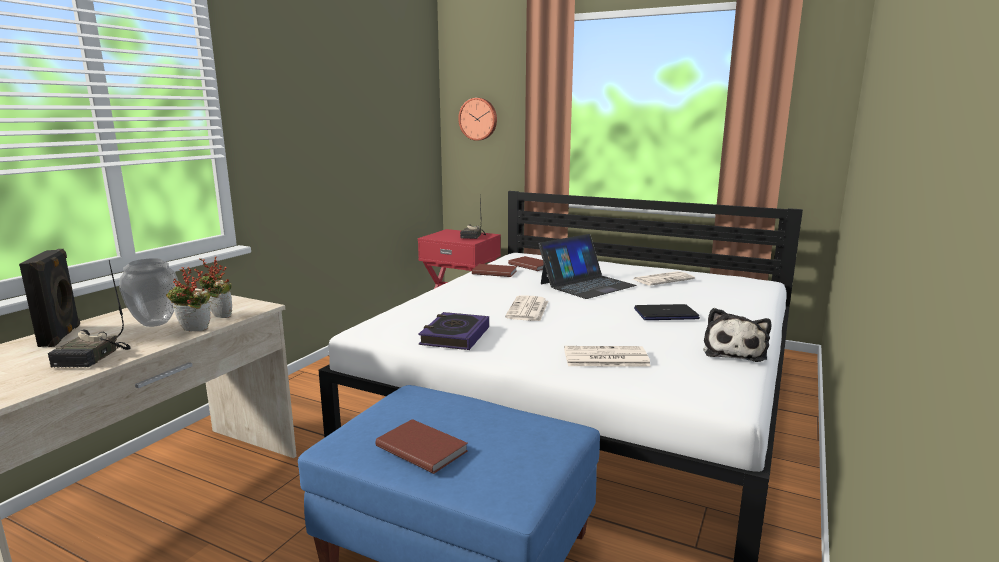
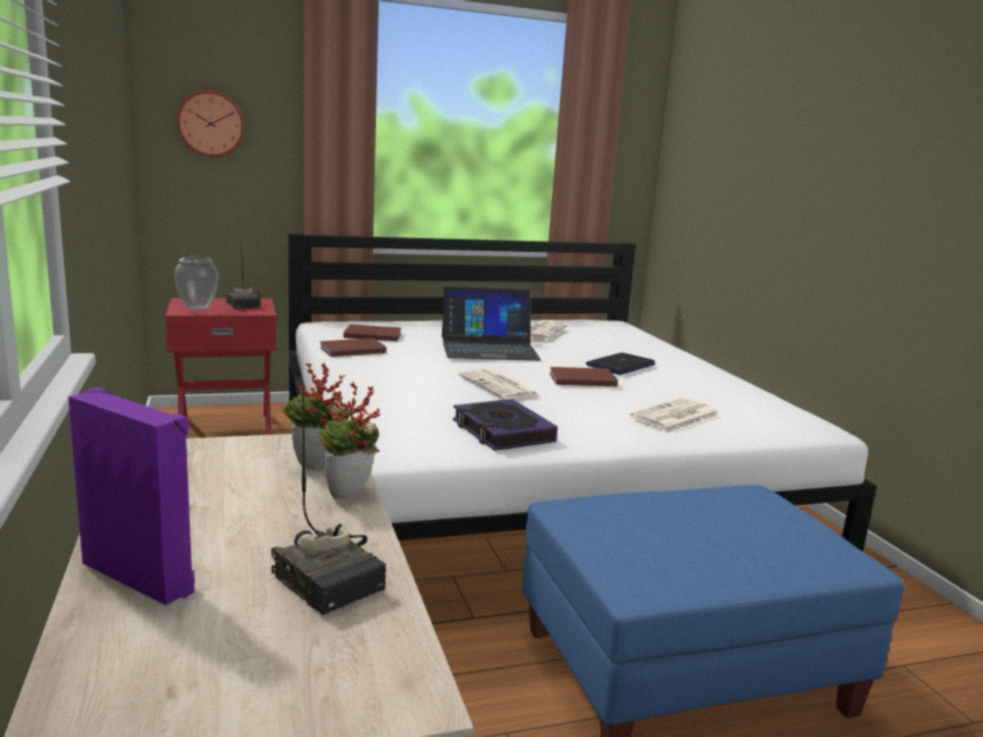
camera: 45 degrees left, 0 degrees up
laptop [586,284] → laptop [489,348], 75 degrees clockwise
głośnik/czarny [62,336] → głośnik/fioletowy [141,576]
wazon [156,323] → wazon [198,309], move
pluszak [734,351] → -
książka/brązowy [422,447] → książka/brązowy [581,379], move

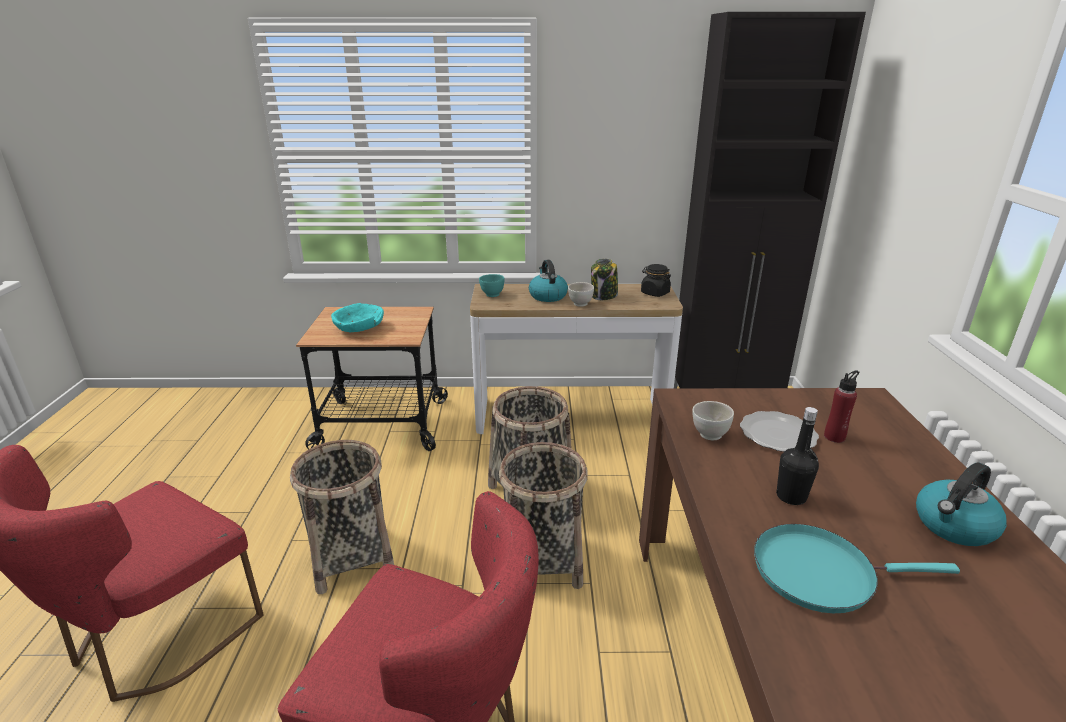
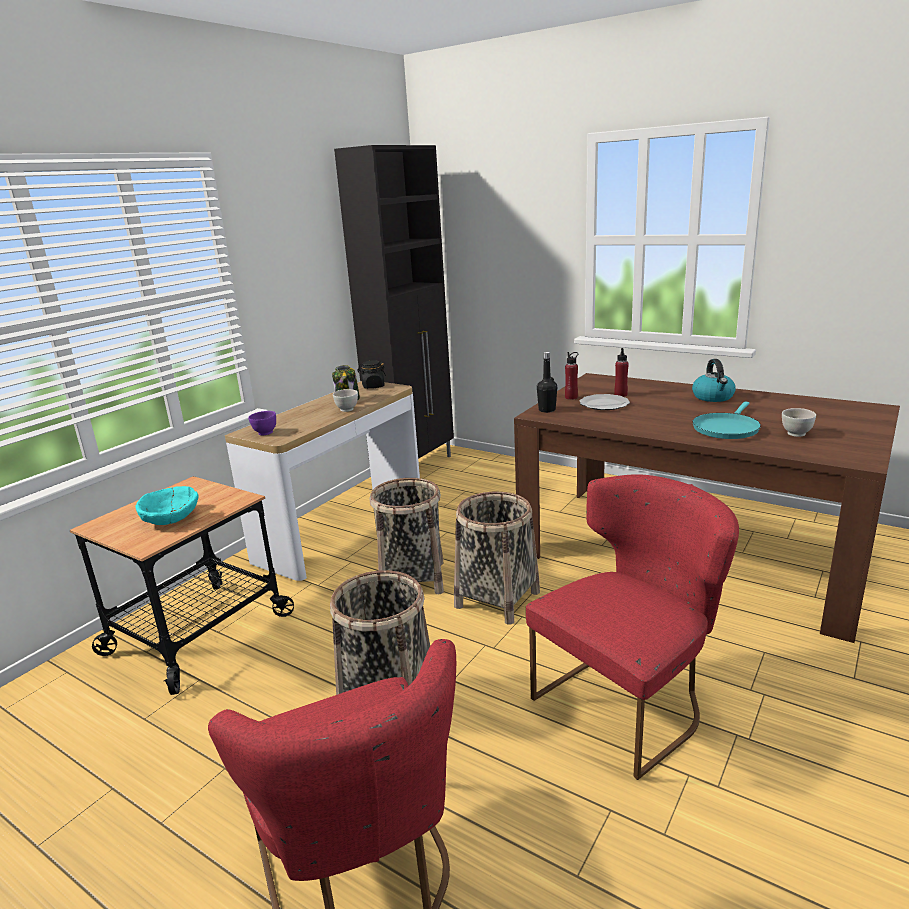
camera: 55 degrees left, 5 degrees down
czajnik [547,296] → -
miska/turkusowy [492,295] → miska/fioletowy [265,433]
miska/biały [709,435] → miska/biały [796,434], move
butelka/czarny [791,496] → butelka/czarny [547,410], move
- → butelka/czerwony [571,397]

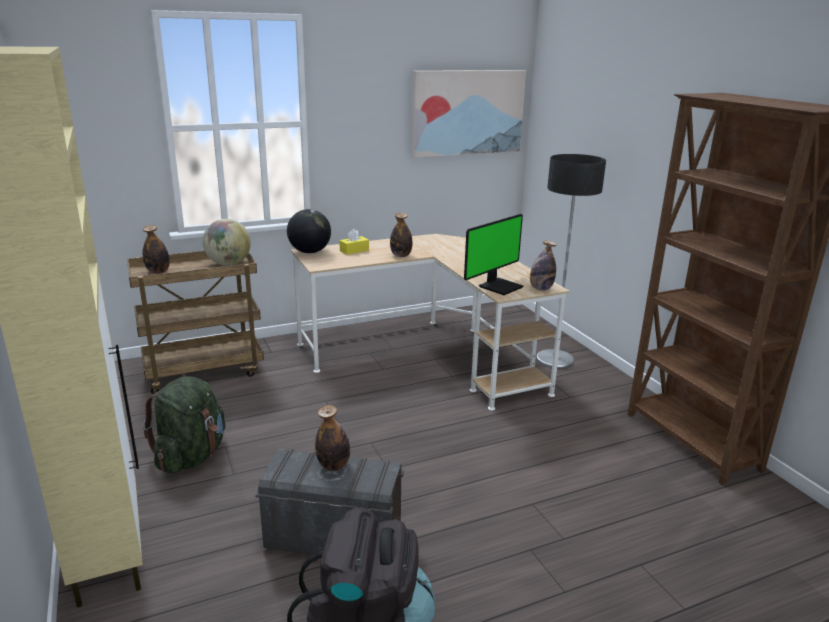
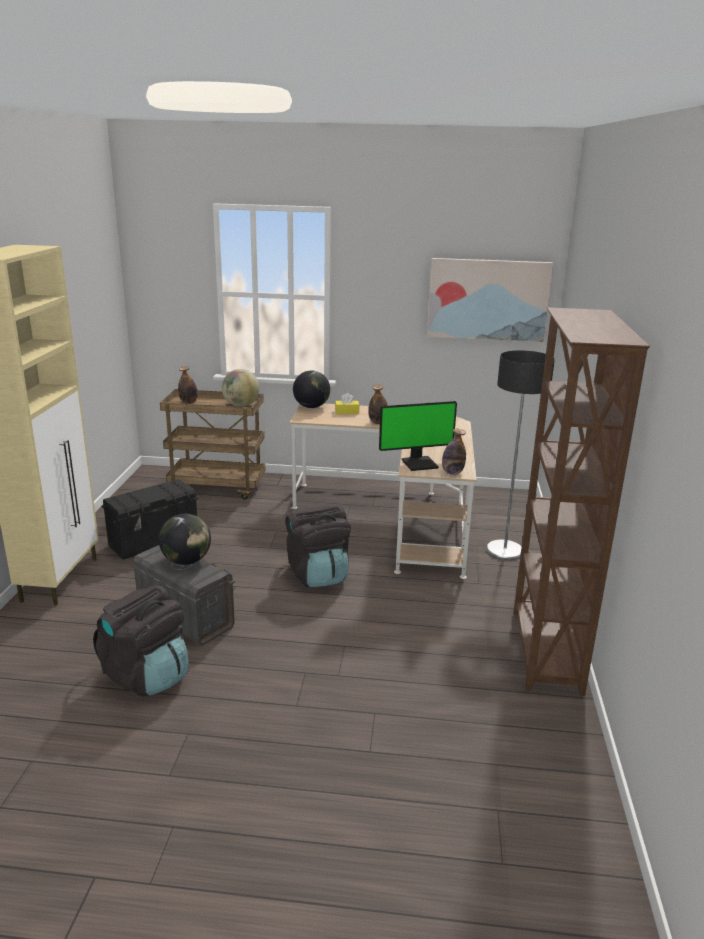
camera: 30 degrees right, 0 degrees up
plecak/zielony [191,456] → pojemnik do przechowywania/czarny [154,541]
butelka [333,465] → globus [186,561]
- → plecak/czarny [318,575]

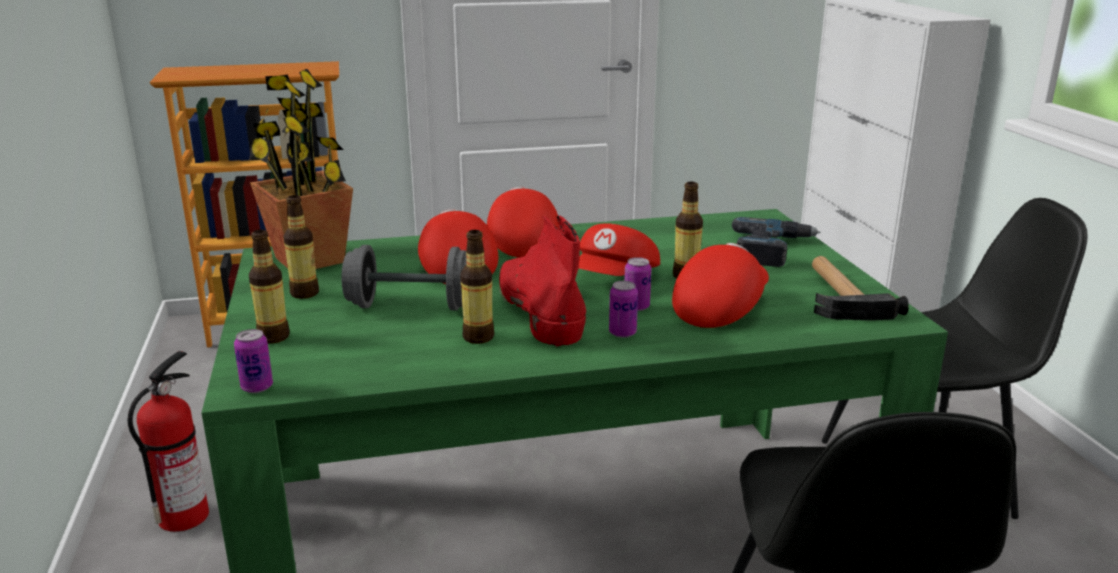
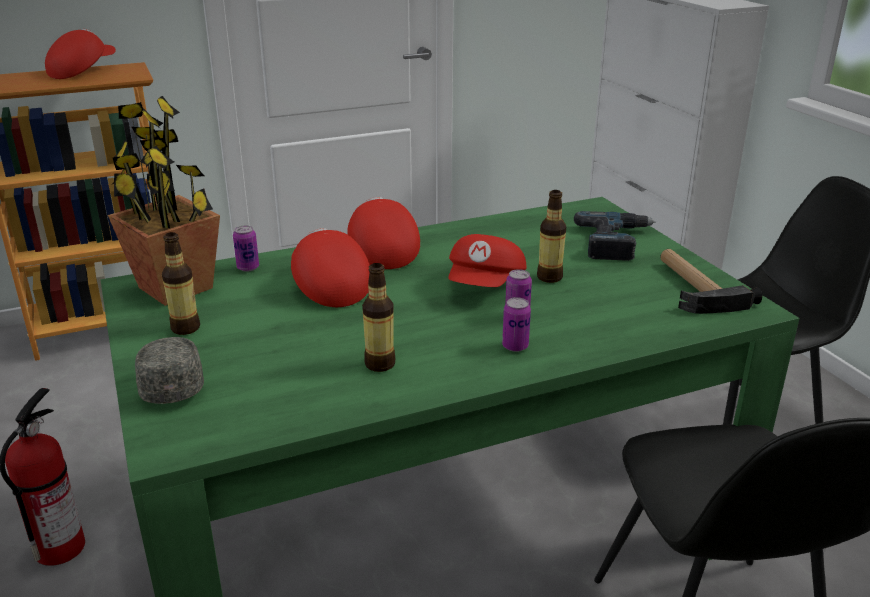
camera: 10 degrees left, 5 degrees up
but z cholewką/czerwony [539,309] → -
butelka [273,337] → czapka z daszkiem/szary [172,383]
czapka z daszkiem/czerwony [719,307] → czapka z daszkiem/czerwony [82,72], move
hantel/szary [412,306] → -
puszka [257,387] → puszka [248,267], move

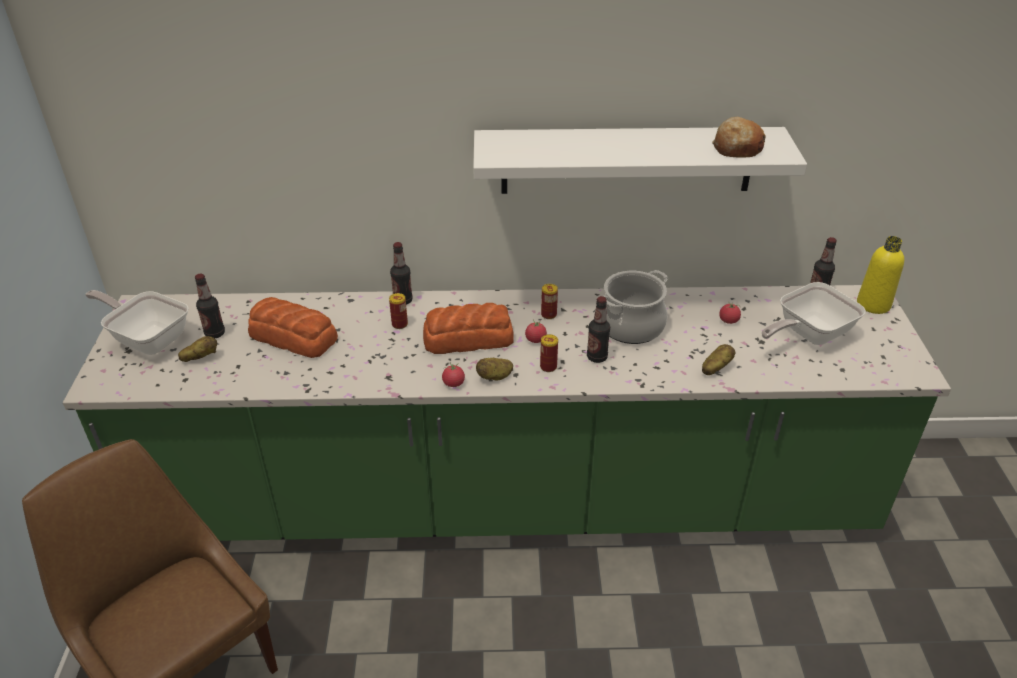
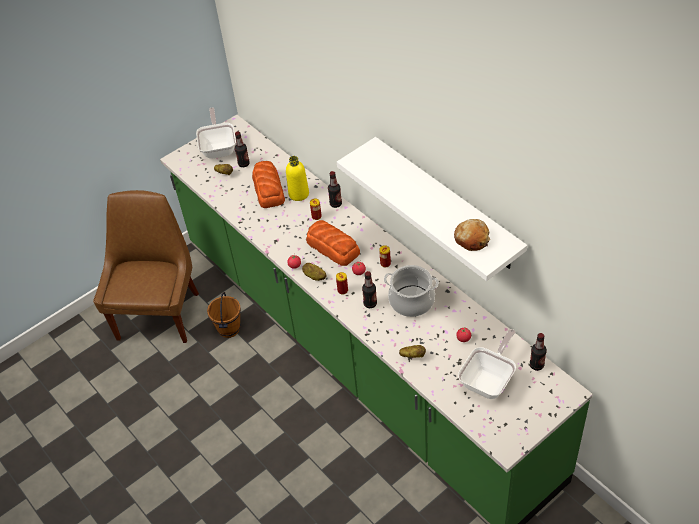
camera: 55 degrees right, 10 degrees up
butelka/żółty [873,304] → butelka/żółty [298,194], move
patelnia [808,334] → patelnia [489,380], 105 degrees clockwise
- → wiadro/brązowy [229,329]

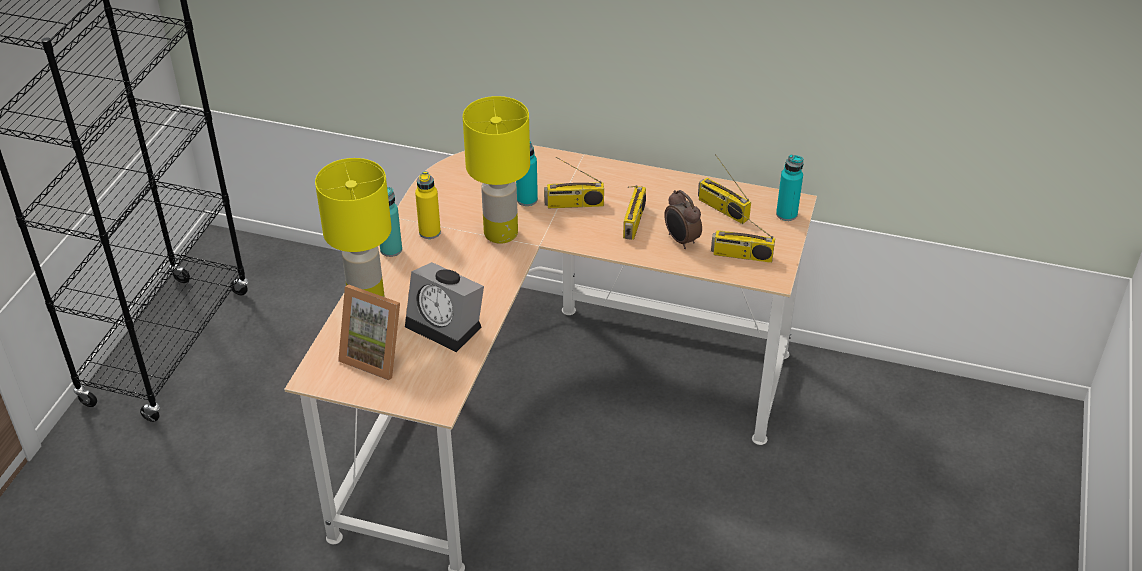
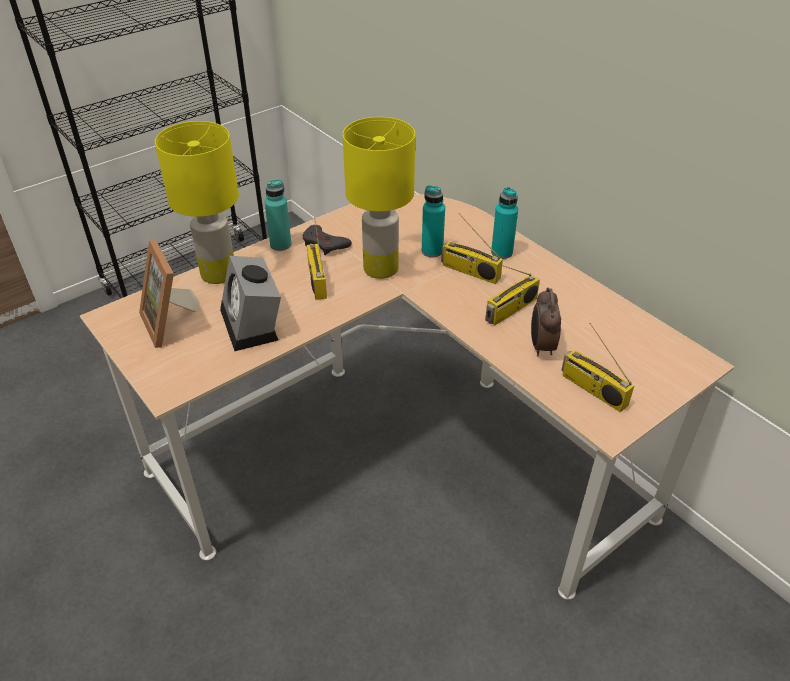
camera: 35 degrees right, 0 degrees up
radio [722,209] → radio [316,280], move
butelka/turkusowy [786,214] → butelka/turkusowy [501,252], move
butelka/żółty [429,232] → pad do gier/szary [325,244]

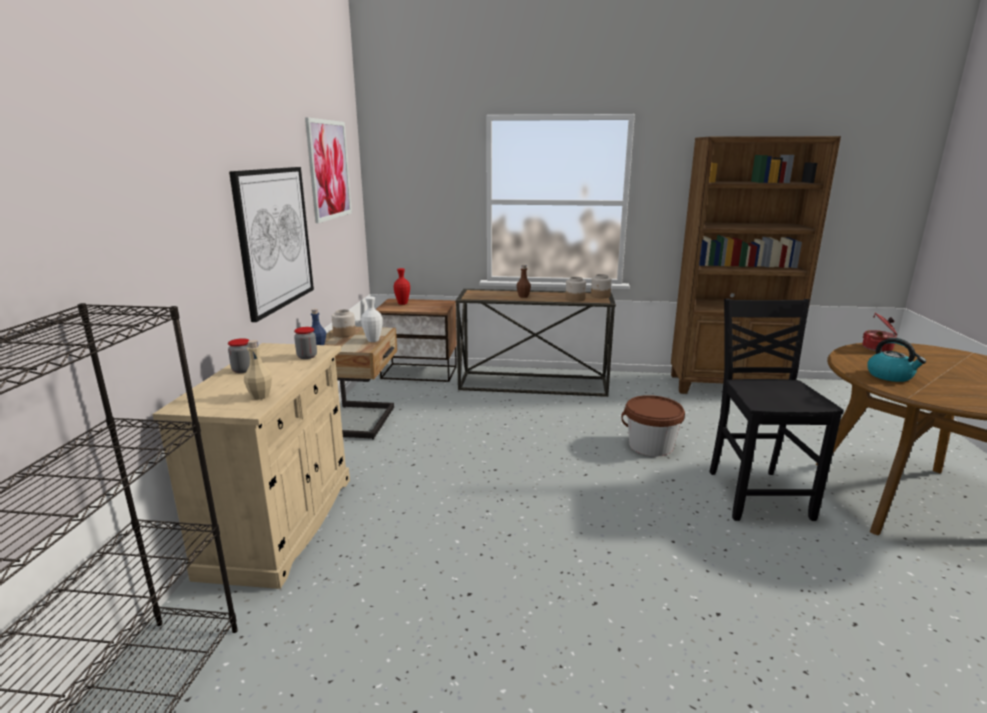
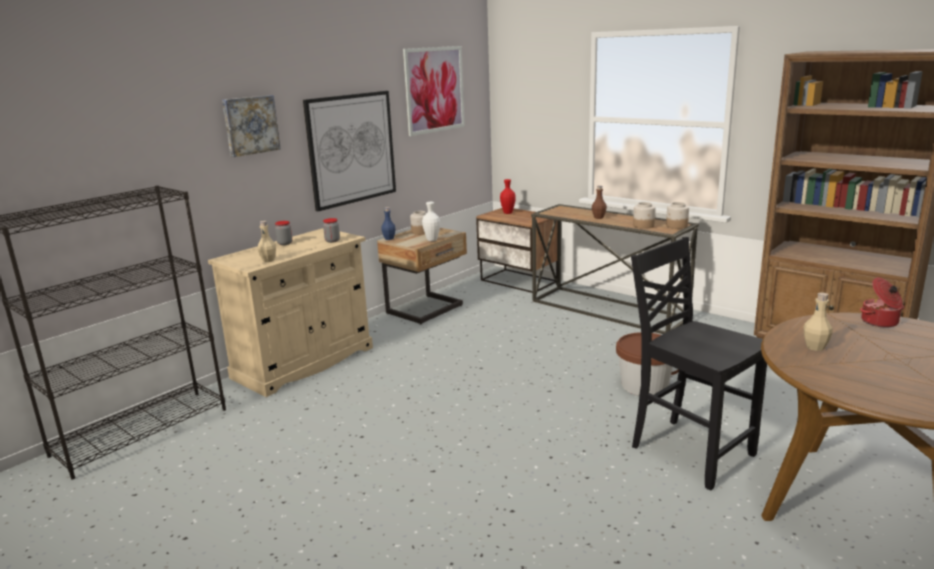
camera: 35 degrees right, 0 degrees up
krzesło/czarny [756,494] → krzesło/czarny [689,450], 75 degrees counterclockwise
czajnik [890,376] → butelka/beżowy [815,347]
- → obraz [250,125]

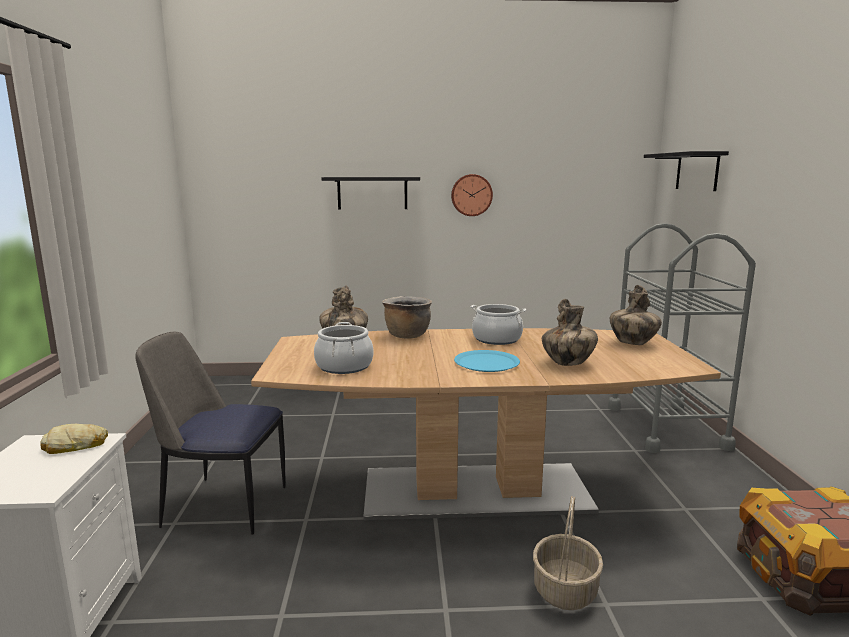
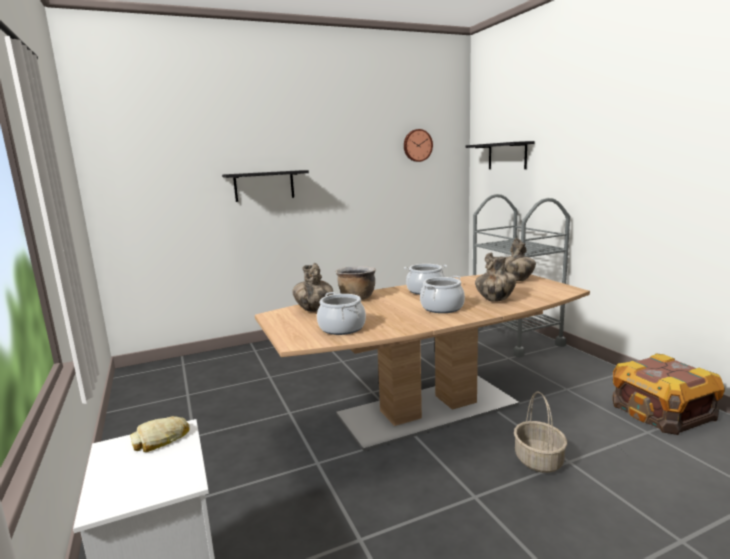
camera: 20 degrees left, 0 degrees up
zegar ścienny [471,195] → zegar ścienny [417,145], move
krzesło [222,505] → -
talerz/niebieski [487,362] → garnek [442,308]

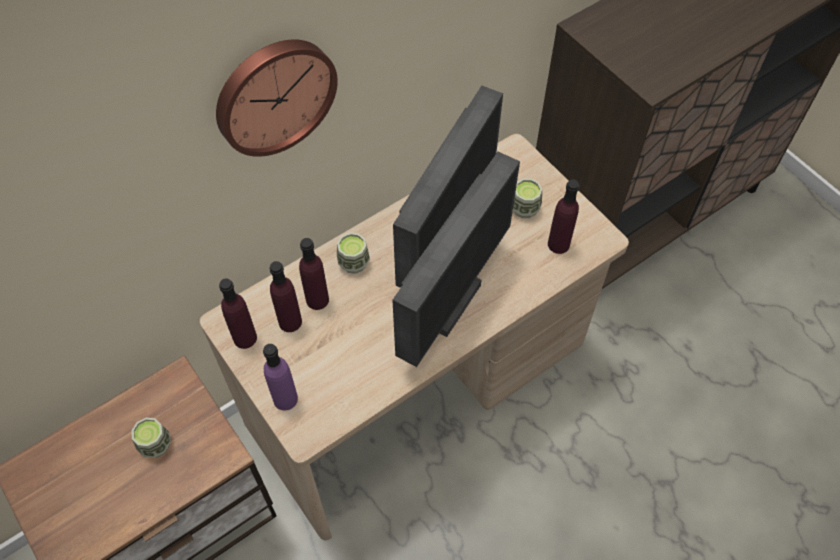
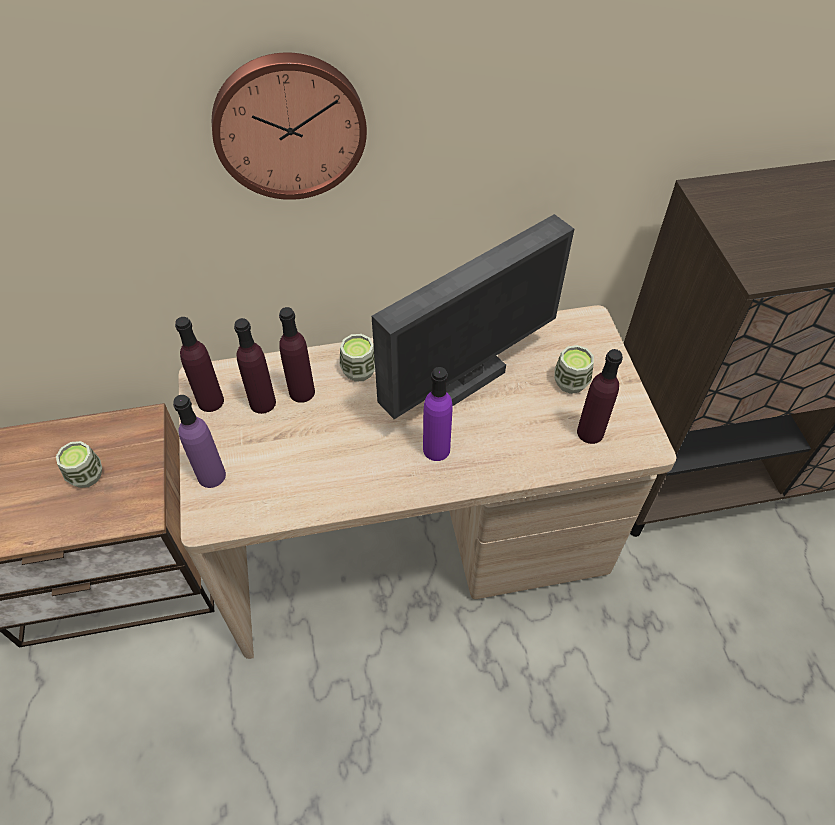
camera: 25 degrees right, 5 degrees down
monitor [451,304] → butelka/fioletowy [436,449]

